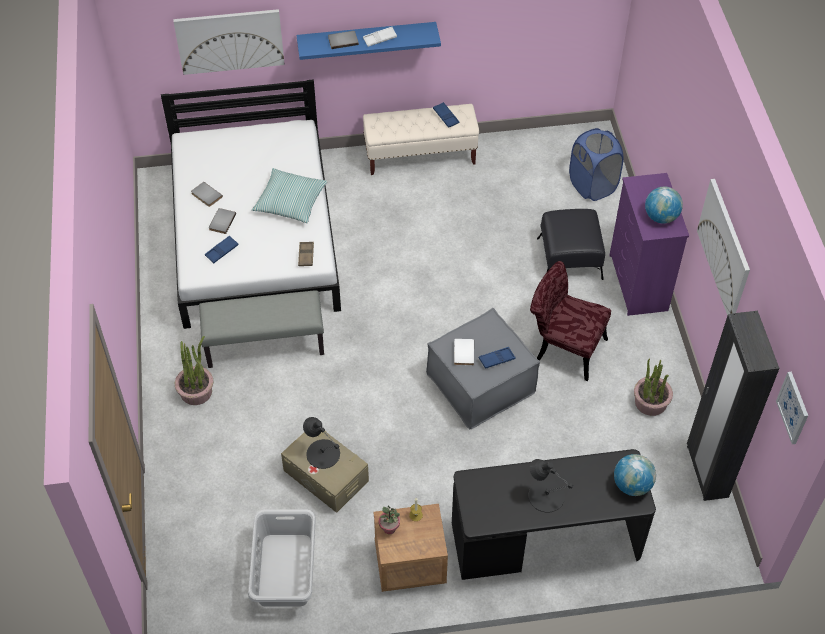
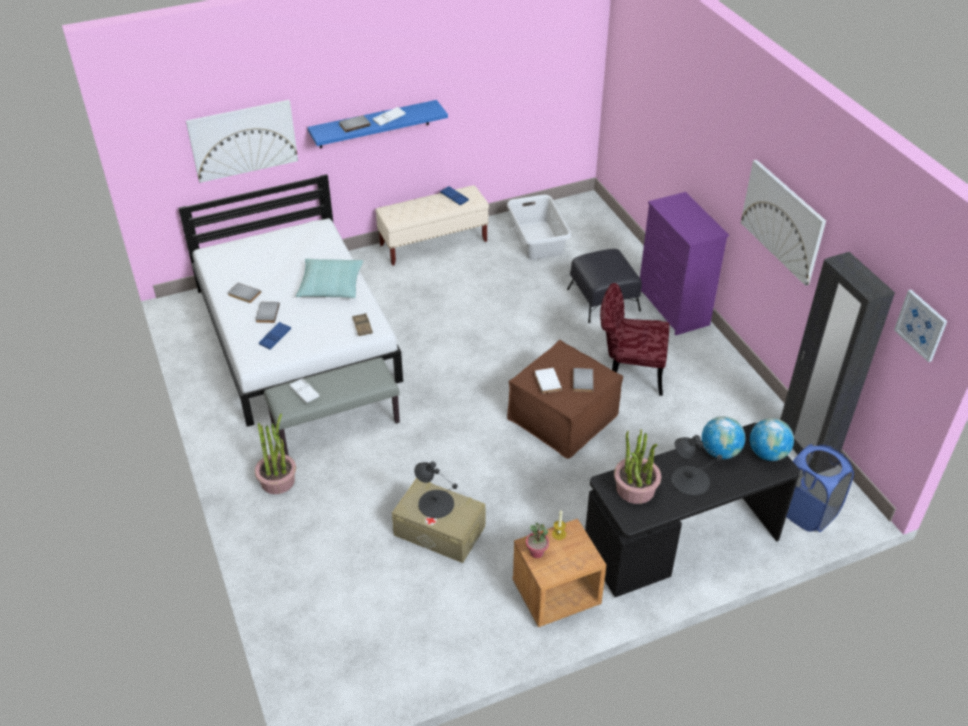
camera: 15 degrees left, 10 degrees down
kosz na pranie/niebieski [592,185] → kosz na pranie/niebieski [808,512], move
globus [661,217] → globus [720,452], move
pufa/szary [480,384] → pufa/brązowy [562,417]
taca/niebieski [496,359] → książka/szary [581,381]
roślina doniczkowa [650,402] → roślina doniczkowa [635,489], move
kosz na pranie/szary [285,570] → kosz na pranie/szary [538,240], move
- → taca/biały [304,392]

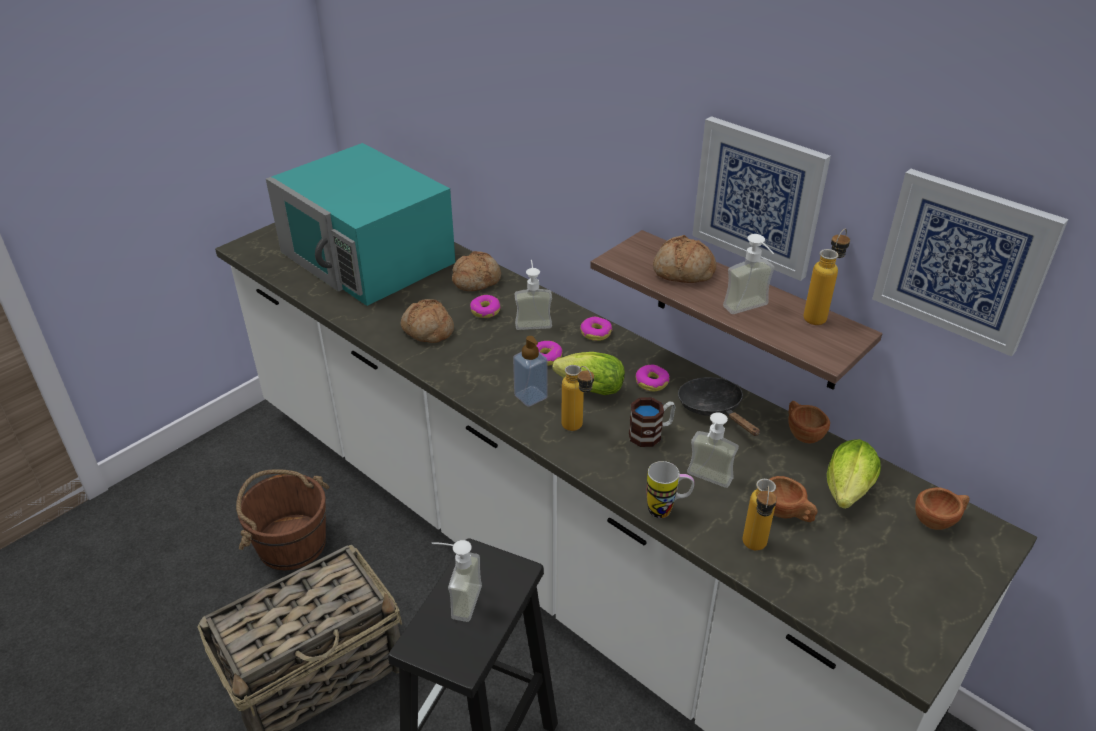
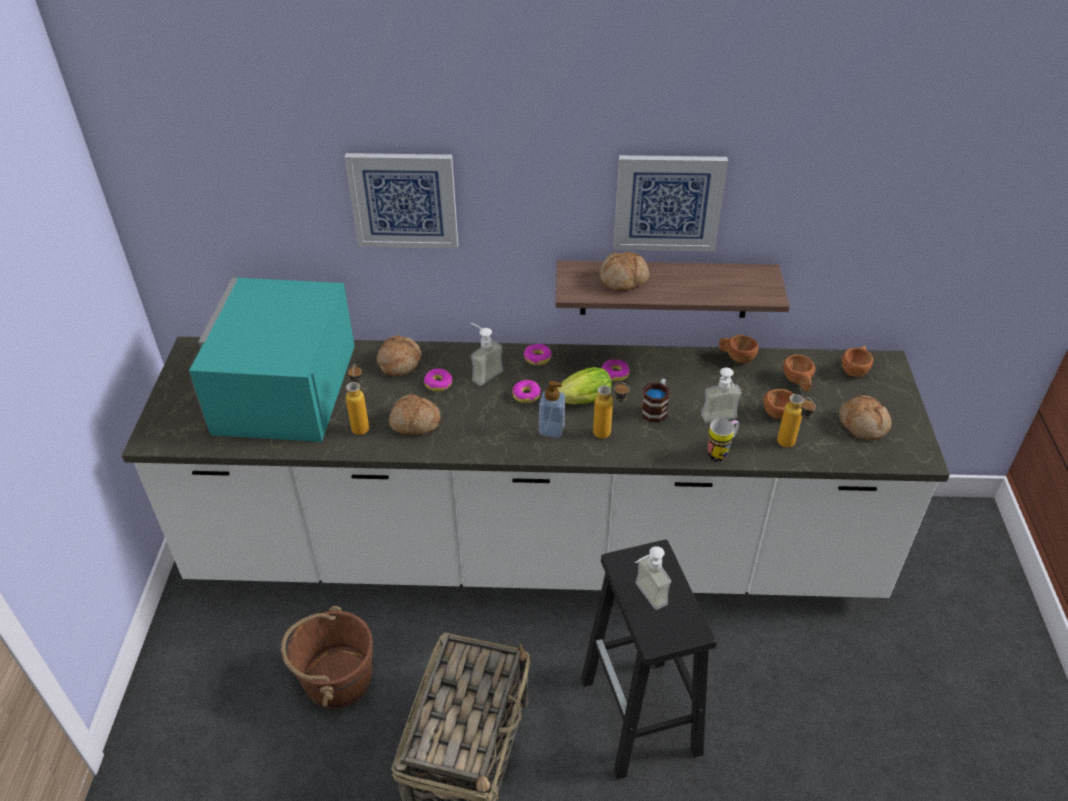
camera: 40 degrees left, 5 degrees up
mikrofalówka/turkusowy [368,257] → mikrofalówka/turkusowy [283,389], 90 degrees clockwise
obraz [963,260] → obraz [404,200], move
butelka [819,315] → butelka [361,424], move
dozownik mydła [750,310] → -
patelnia/czarny [713,409] → -
sałata [846,494] → filiżanka/brązowy [798,382]
- → chleb [863,424]

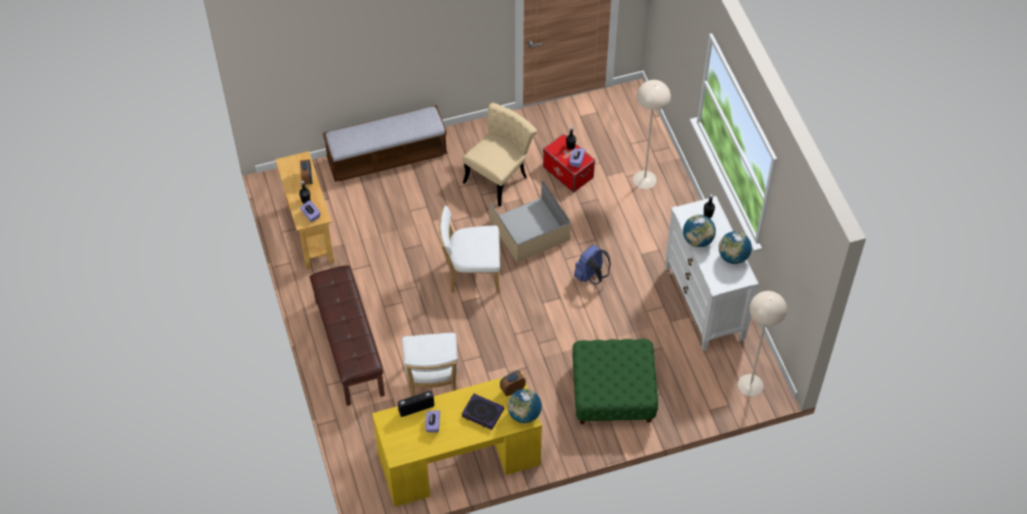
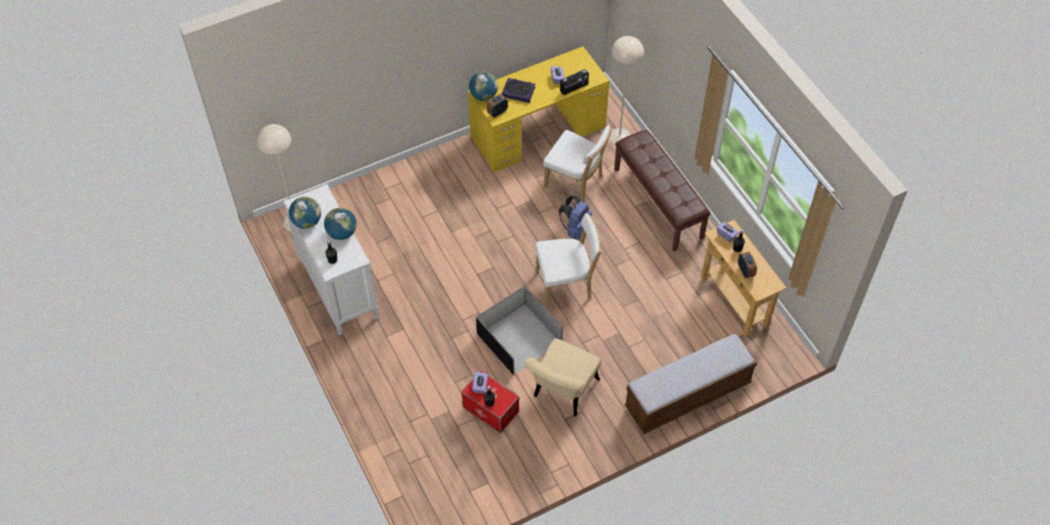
camera: 170 degrees right, 0 degrees up
lampa stojąca/beżowy [645,179] → lampa stojąca/beżowy [619,136], move
pojemnik do przechowywania/beżowy [530,229] → pojemnik do przechowywania/czarny [518,338]
plecak/niebieski [591,276] → plecak/niebieski [575,229], move
krzesło/biały [432,385] → krzesło/biały [575,183], 135 degrees clockwise
pufa/zielony [613,392] → -

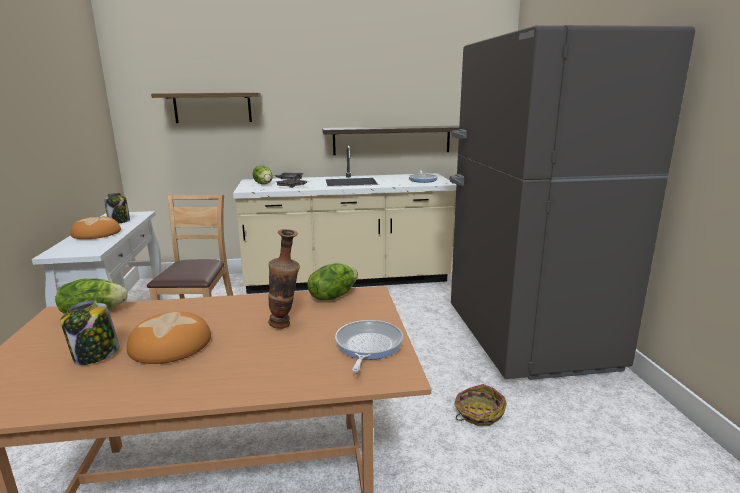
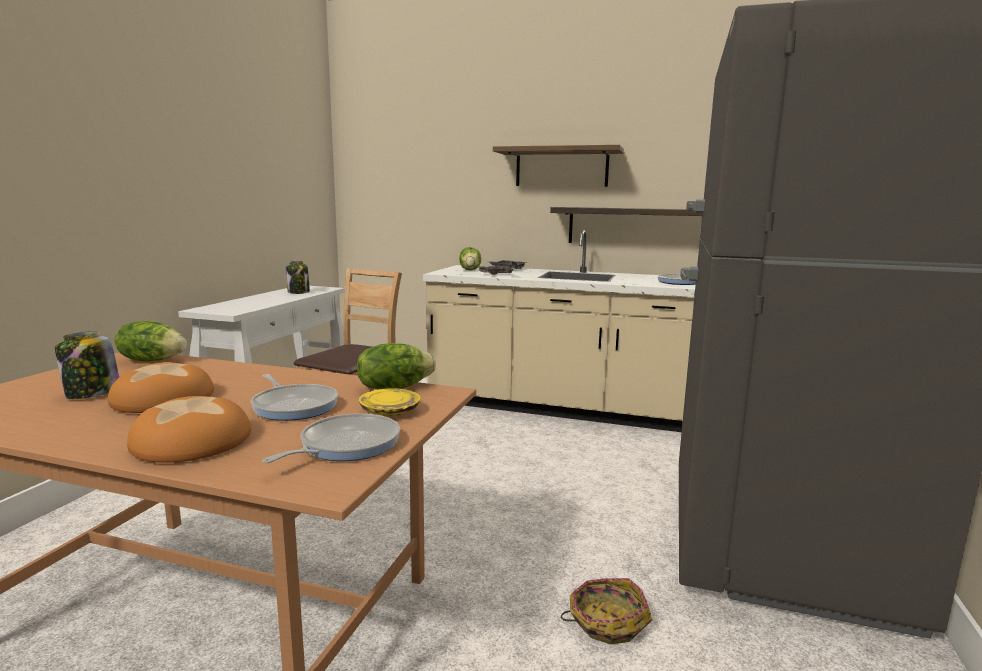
camera: 25 degrees right, 5 degrees down
półka [212,107] → półka [561,167], move
chleb [97,233] → chleb [193,441], move
wazon [285,326] → patelnia [294,406]
- → talerz/żółty [390,411]

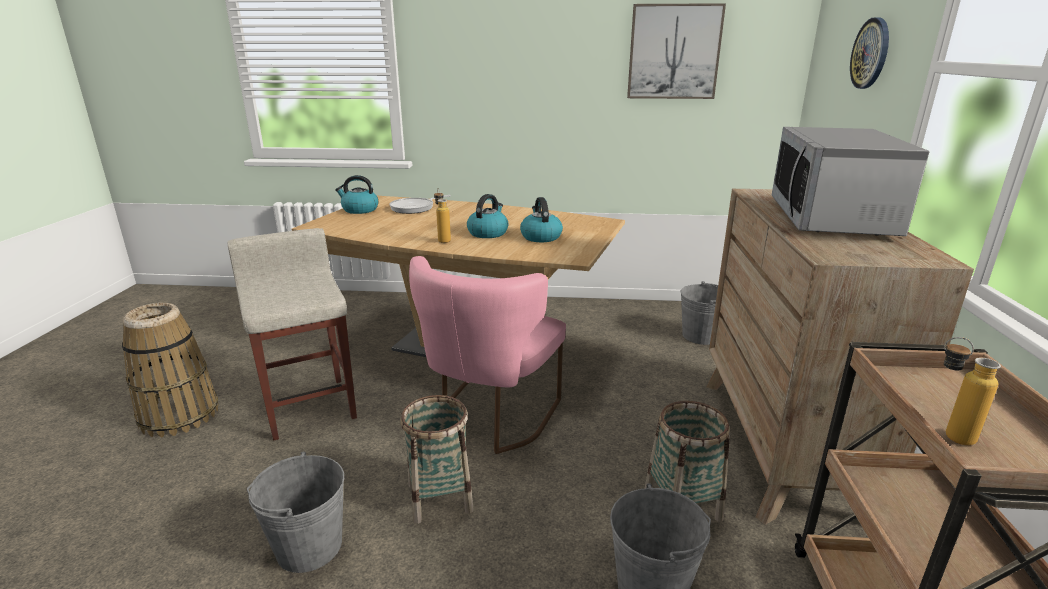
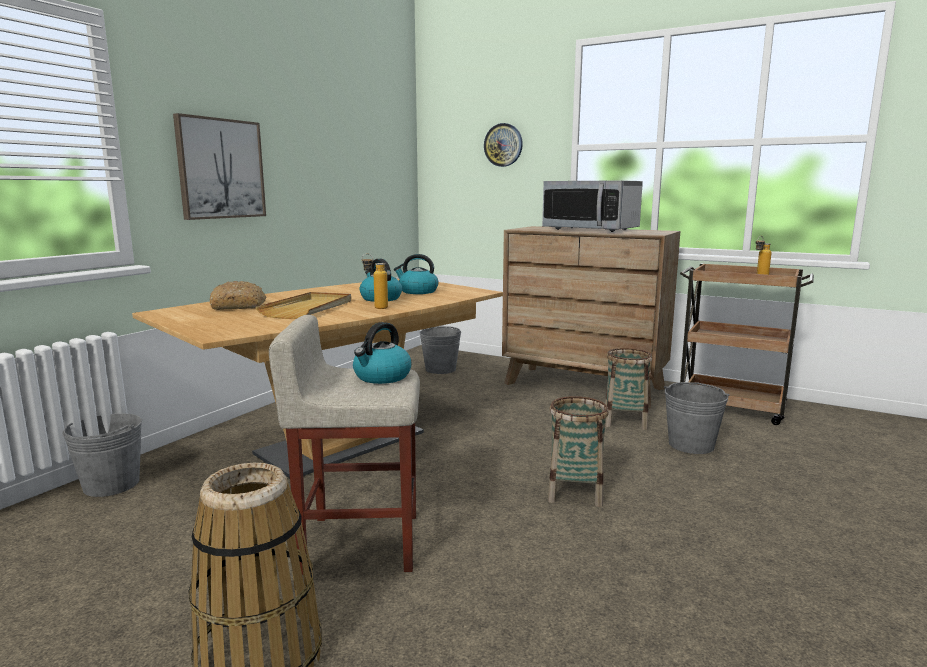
camera: 65 degrees left, 10 degrees down
obraz [674,52] → obraz [220,169], move
czajnik [359,210] → czajnik [382,377], move
patelnia [415,208] → chleb [239,306]
krzesło/różowy [490,419] → -
wiadro/szary [309,547] → wiadro/szary [111,484], move
- → taca/beżowy [308,308]

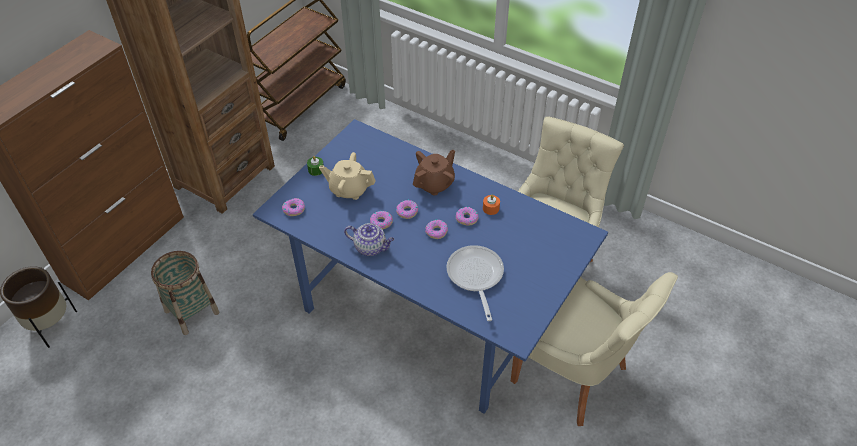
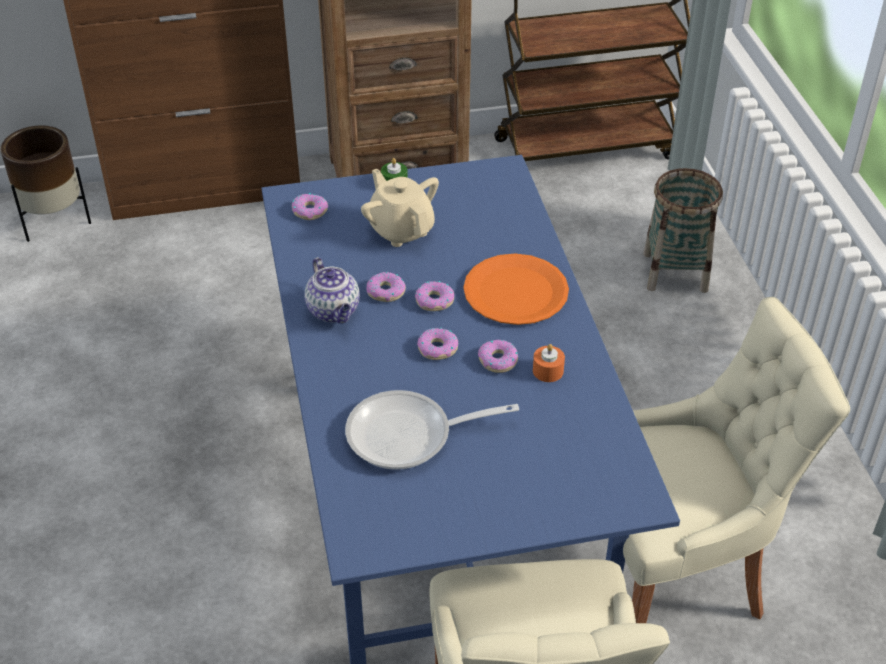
camera: 45 degrees right, 5 degrees down
imbryk/brązowy [434,184] → talerz/pomarańczowy [515,292]
patelnia [475,277] → patelnia [409,436], 135 degrees counterclockwise
koszyk [192,312] → koszyk [675,272], move

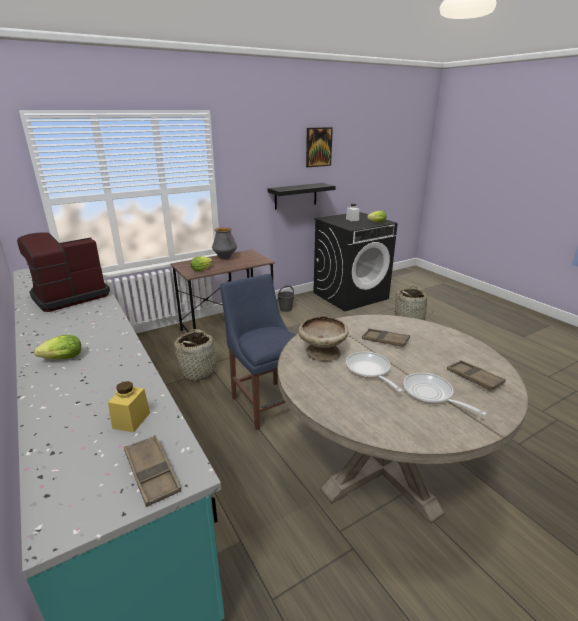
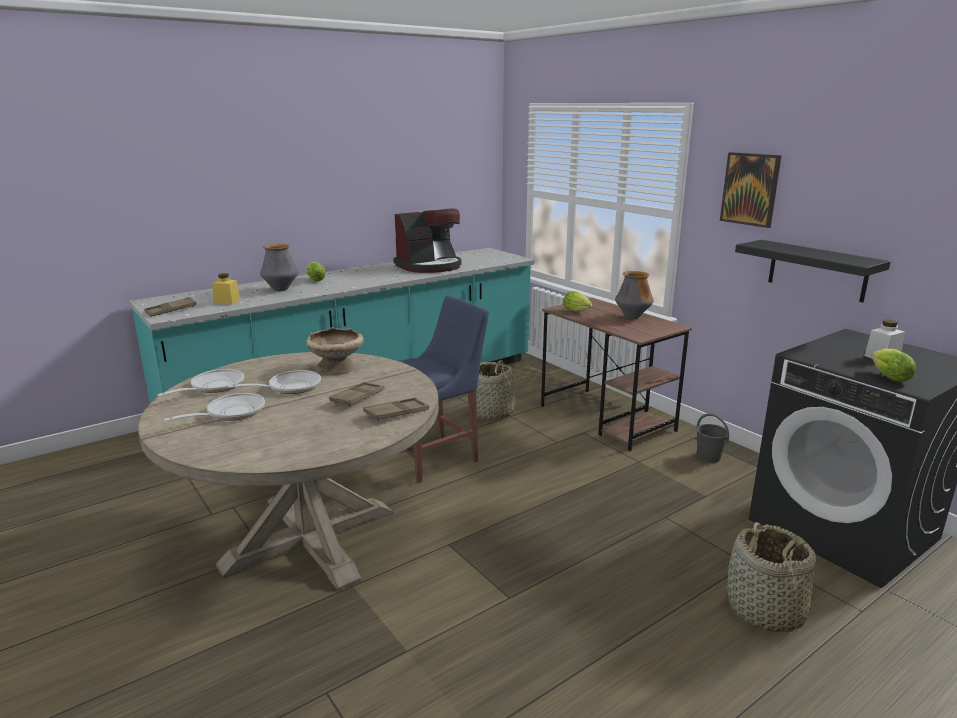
camera: 85 degrees right, 5 degrees down
obraz [318,147] → obraz [750,189], move
ekspres do kawy [69,296] → ekspres do kawy [430,266], 105 degrees clockwise
taca/brązowy [474,378] → taca/brązowy [396,413], move
- → wazon [281,289]
- → patelnia [213,387]

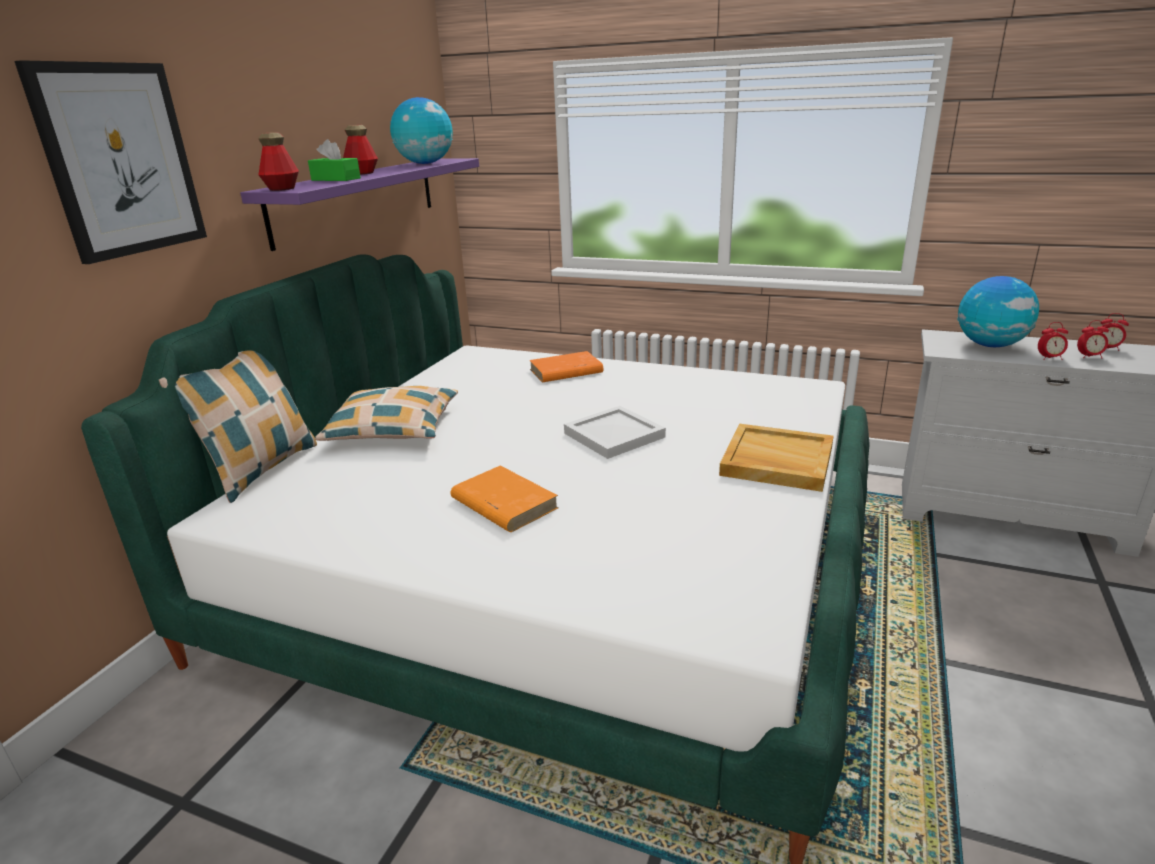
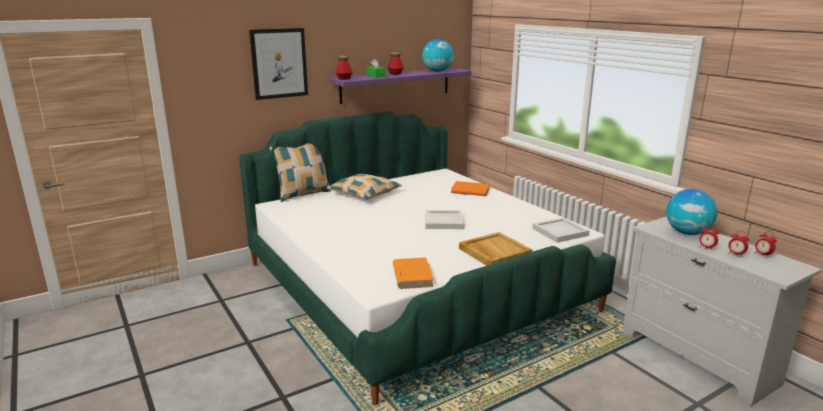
camera: 35 degrees right, 5 degrees down
książka/pomarańczowy [503,503] → książka/pomarańczowy [412,275], move
- → taca/biały [561,232]

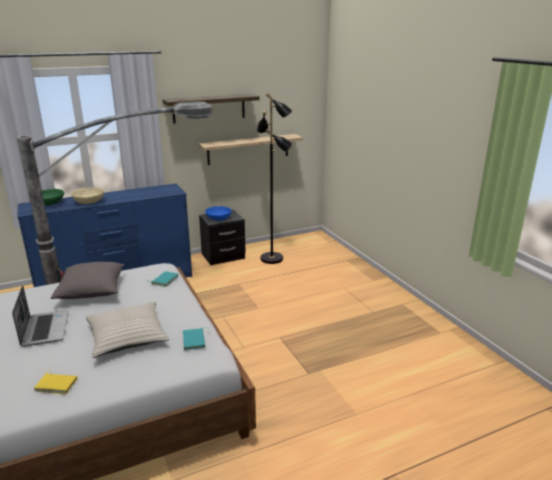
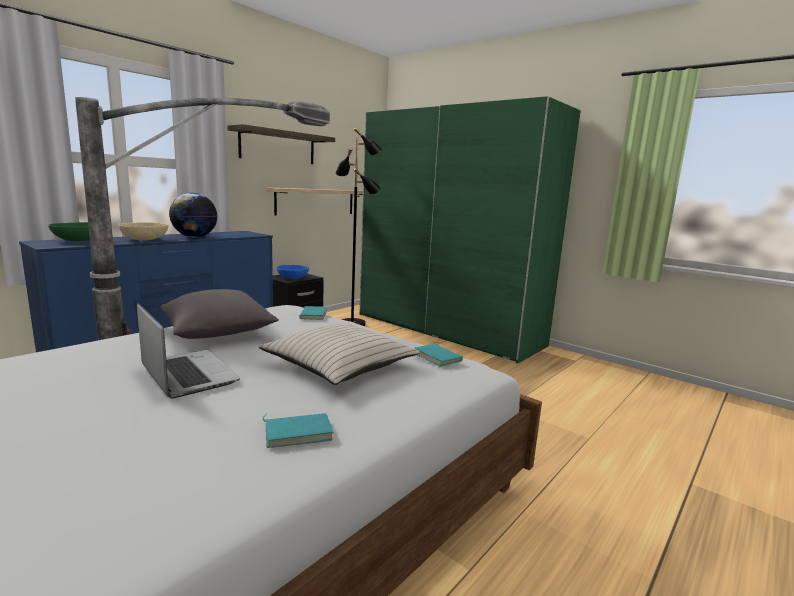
camera: 25 degrees left, 10 degrees down
książka/żółty [57,384] → książka/turkusowy [298,432]
- → szafa/zielony [446,329]
- → globus [194,237]

